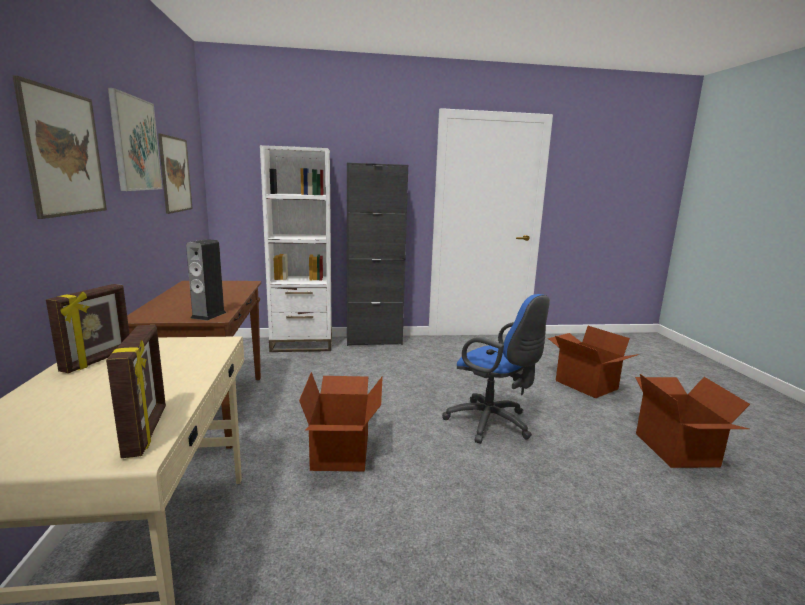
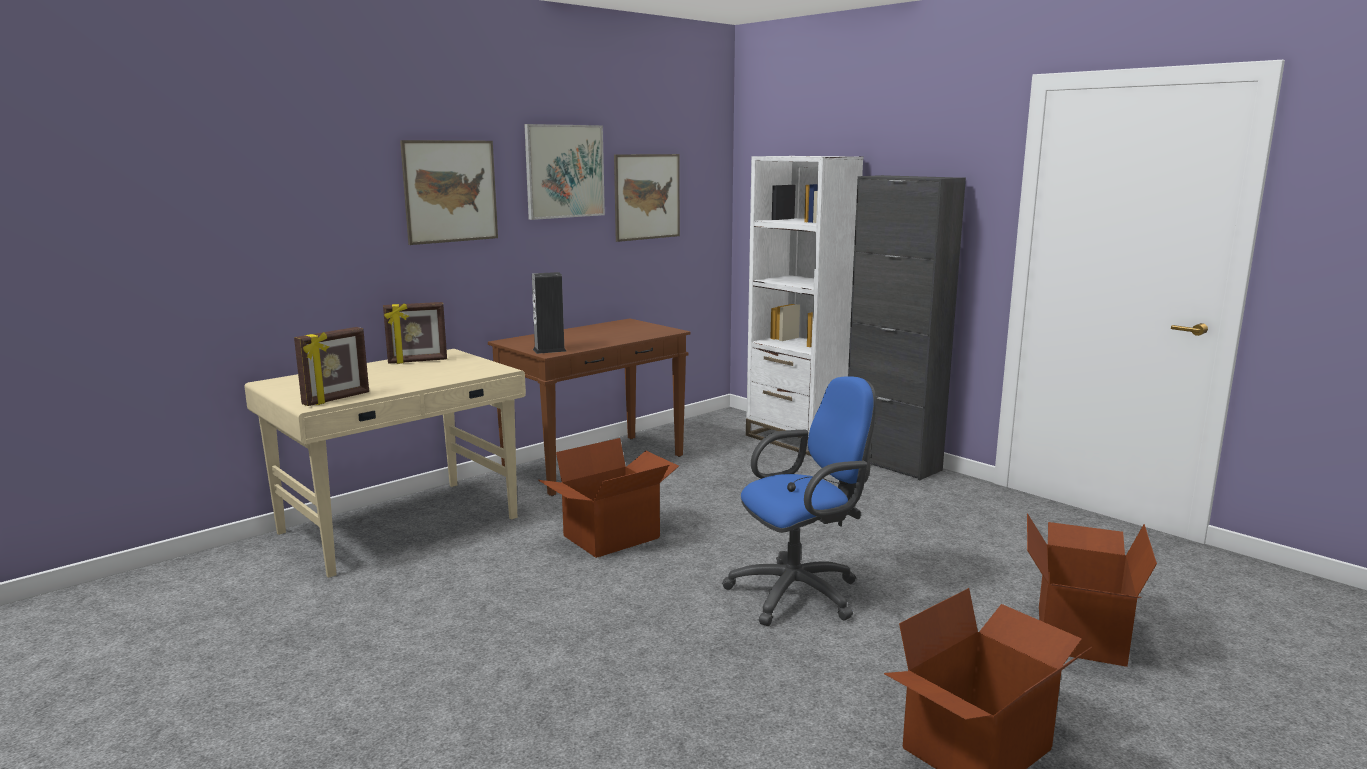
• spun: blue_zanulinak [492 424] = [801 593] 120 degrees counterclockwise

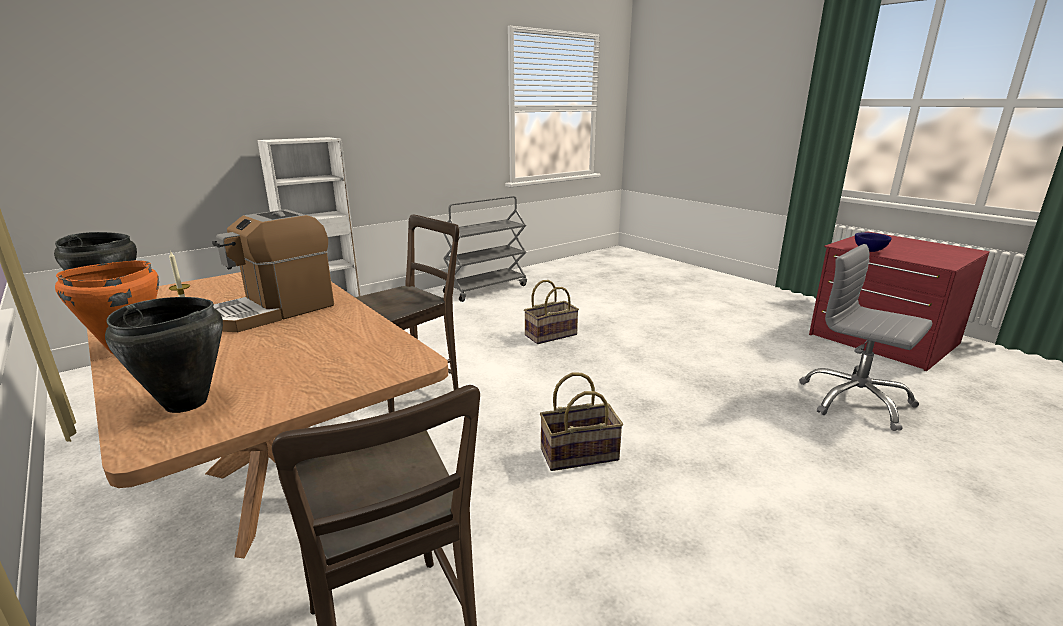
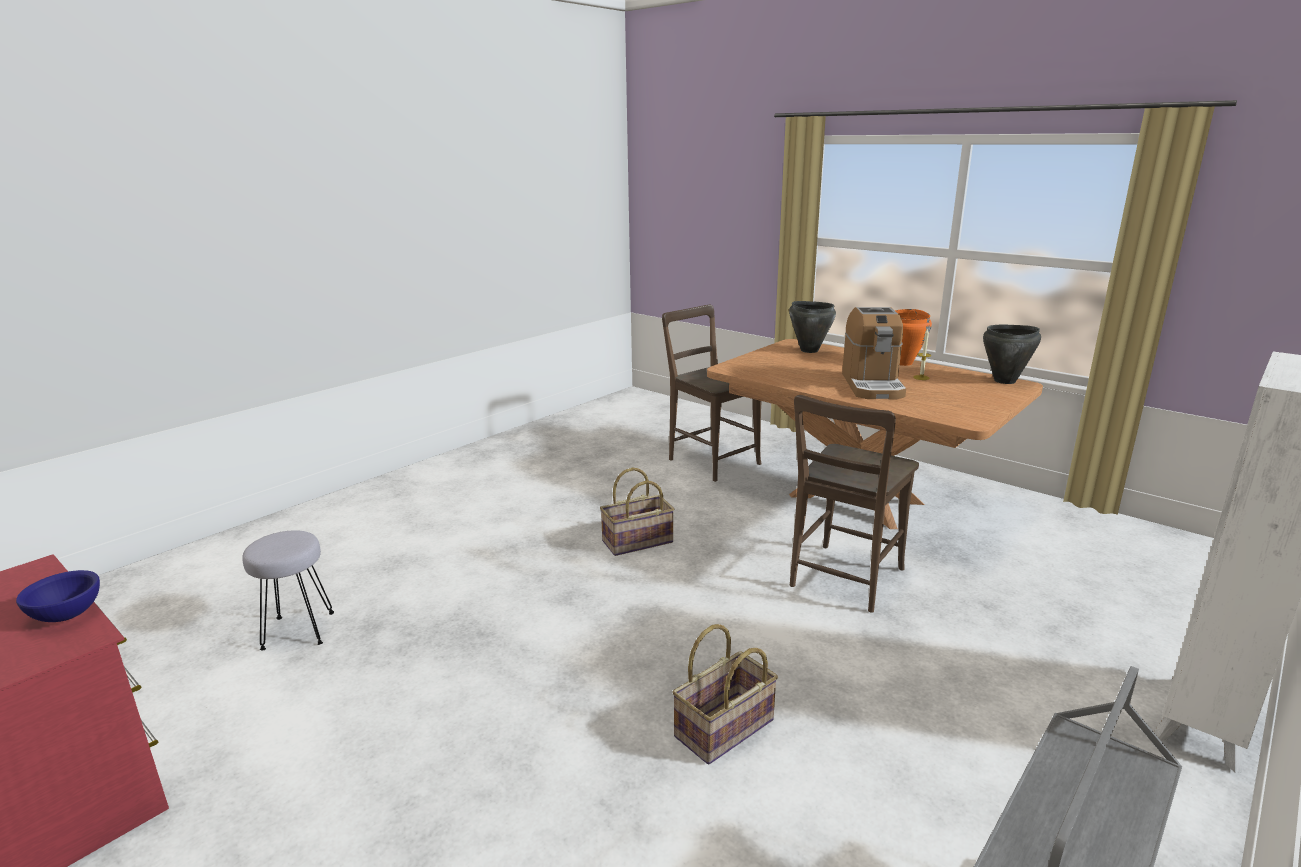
• exchanged: grey_zanulinak [855 401] to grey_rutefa [298 631]
• spun: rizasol [274 311] = [872 385] 150 degrees clockwise

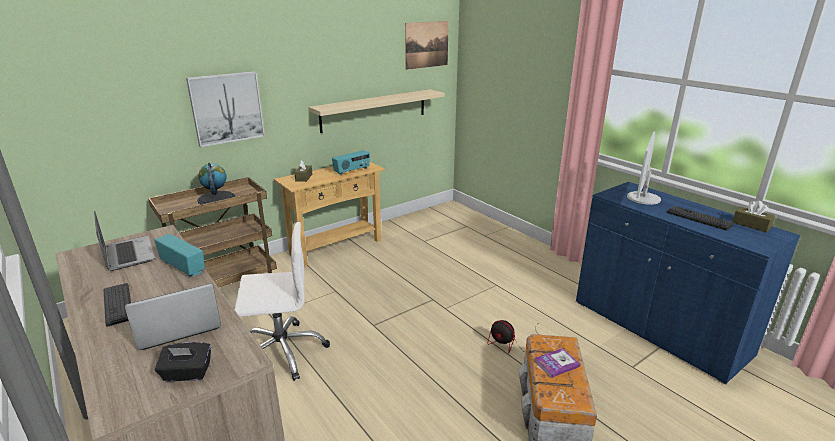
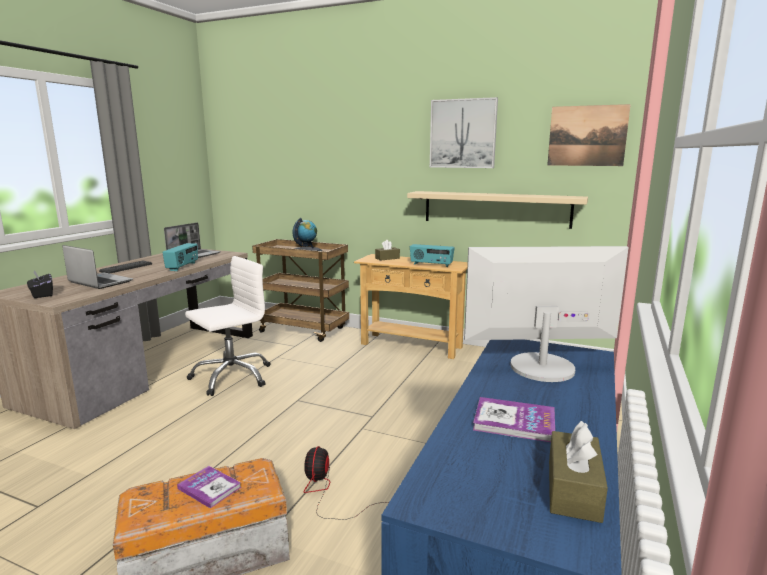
• relocated: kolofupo [227 108] to [463 133]
• exchanged: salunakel [699 218] to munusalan [514 421]
• spun: white_zanulinak [282 351] = [231 376] 90 degrees counterclockwise

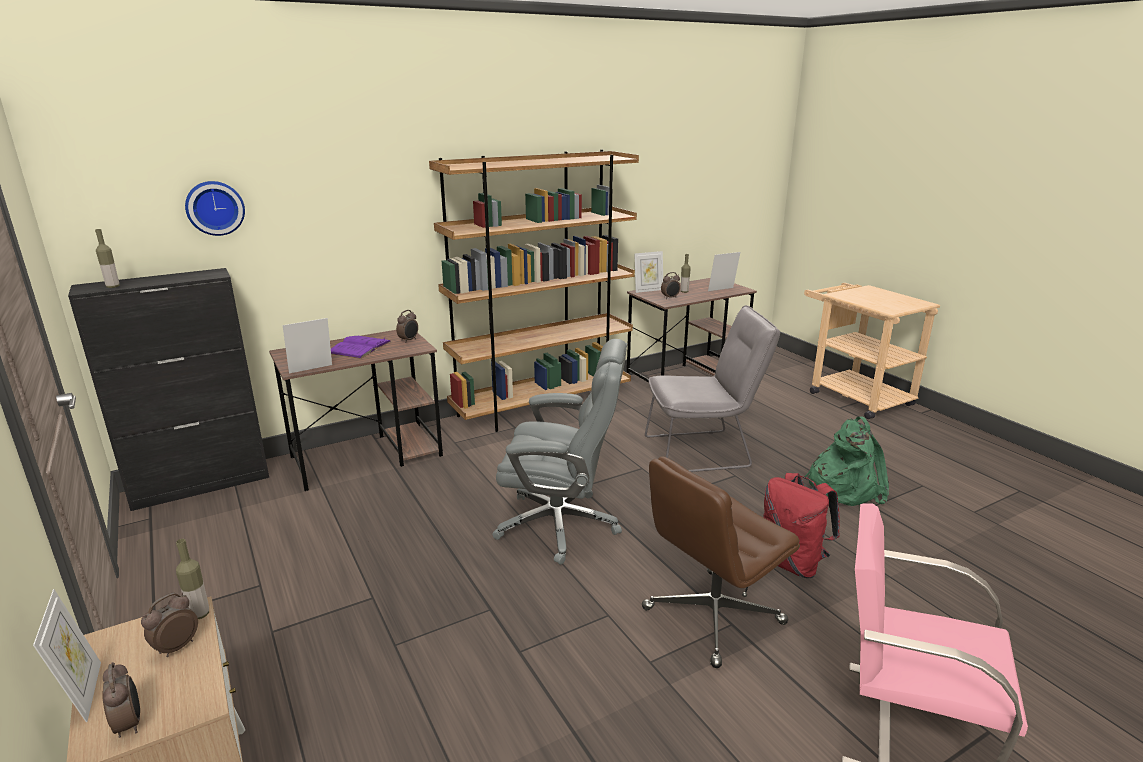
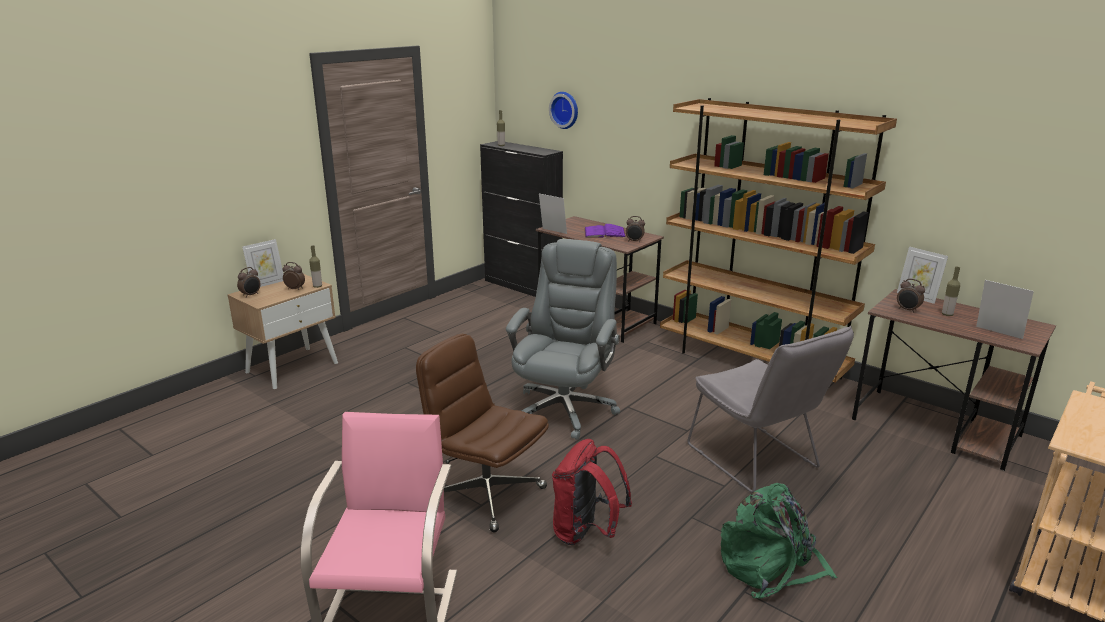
• spun: grey_zanulinak [561 525] = [565 409] 150 degrees counterclockwise

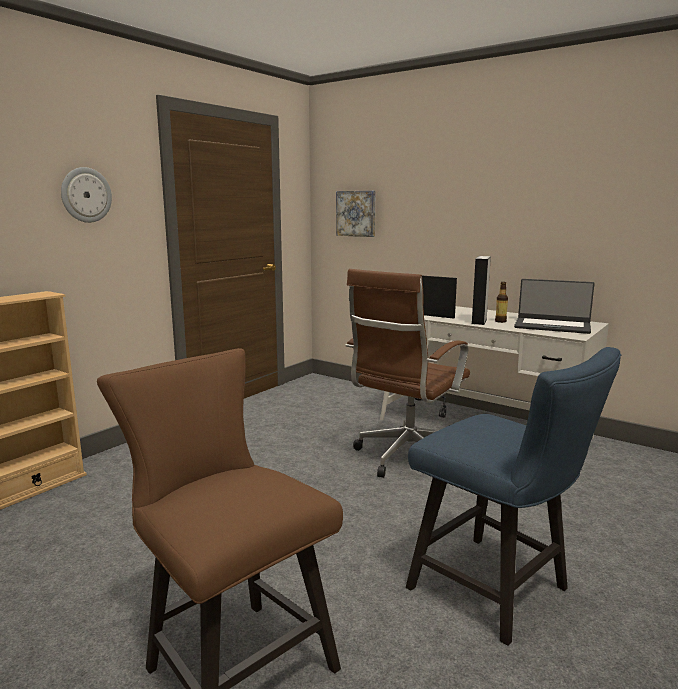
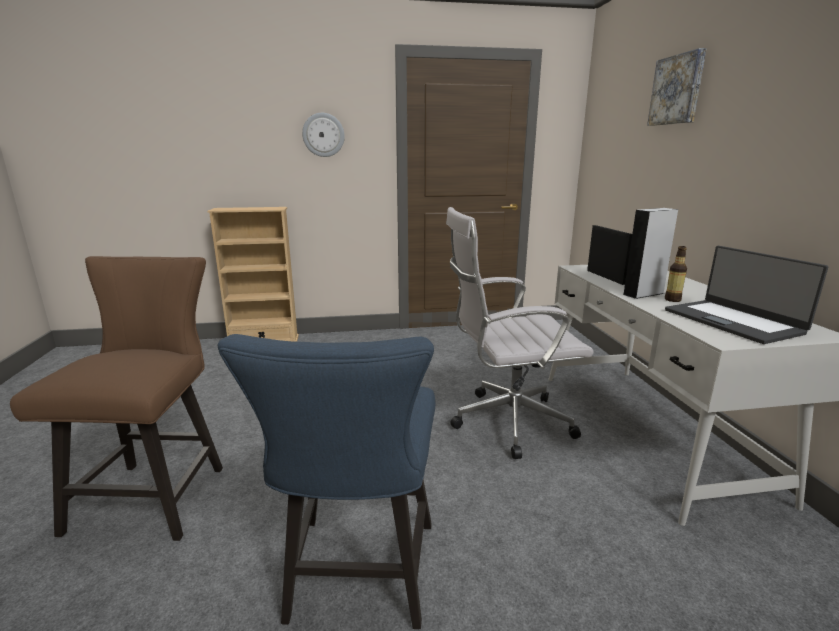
• relocated: kolofupo [356 213] to [677 90]
• colour: brown_zanulinak [405 458] to white_zanulinak [506 422]

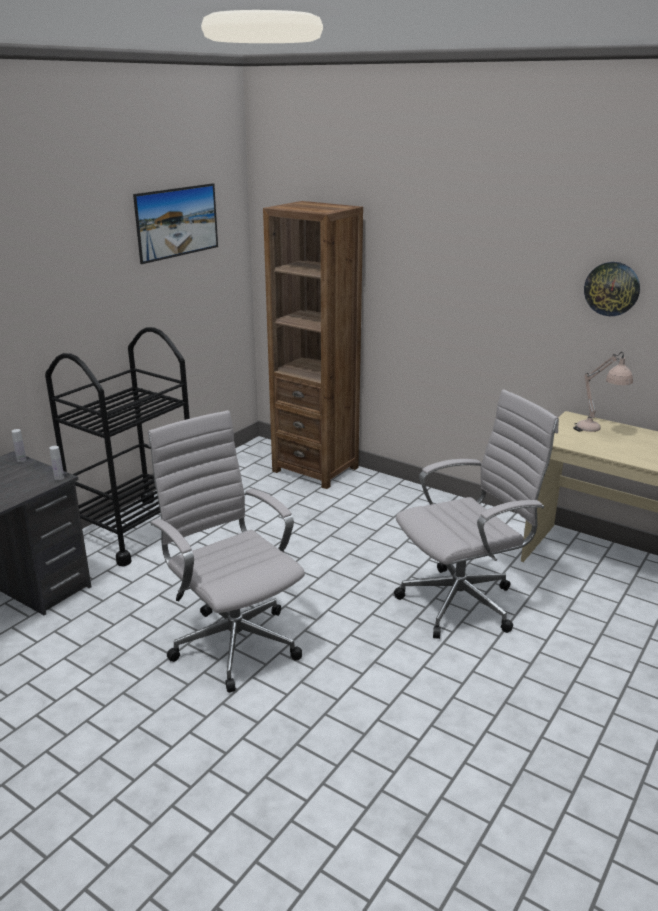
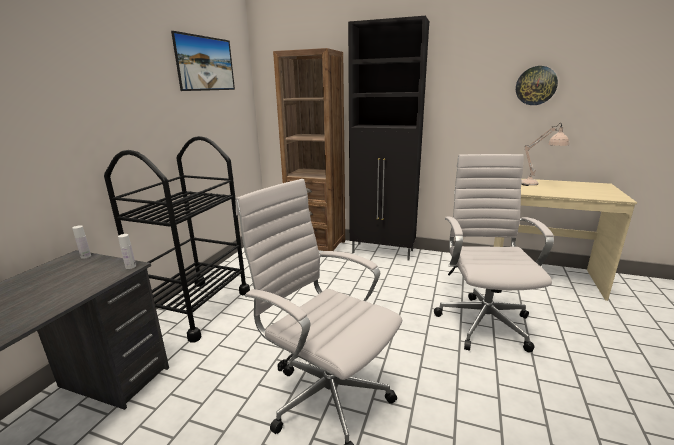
• appeared: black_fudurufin [383 252]
• spun: white_zanulinak [463 602] = [483 321] 45 degrees counterclockwise

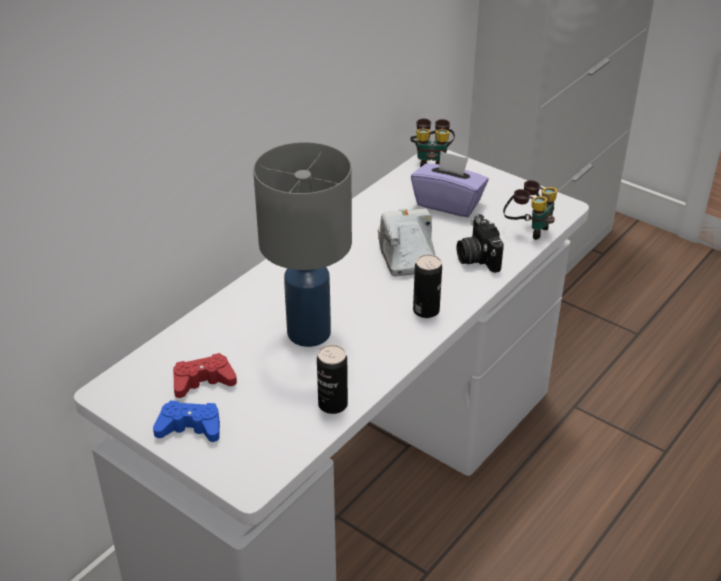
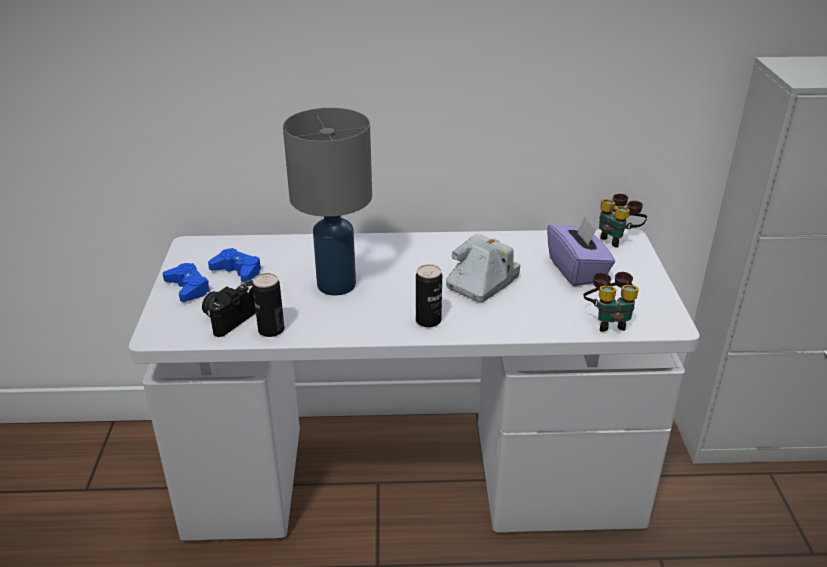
• relocated: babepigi [477 257] to [229 318]
• colour: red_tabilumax [203 381] to blue_tabilumax [237 271]

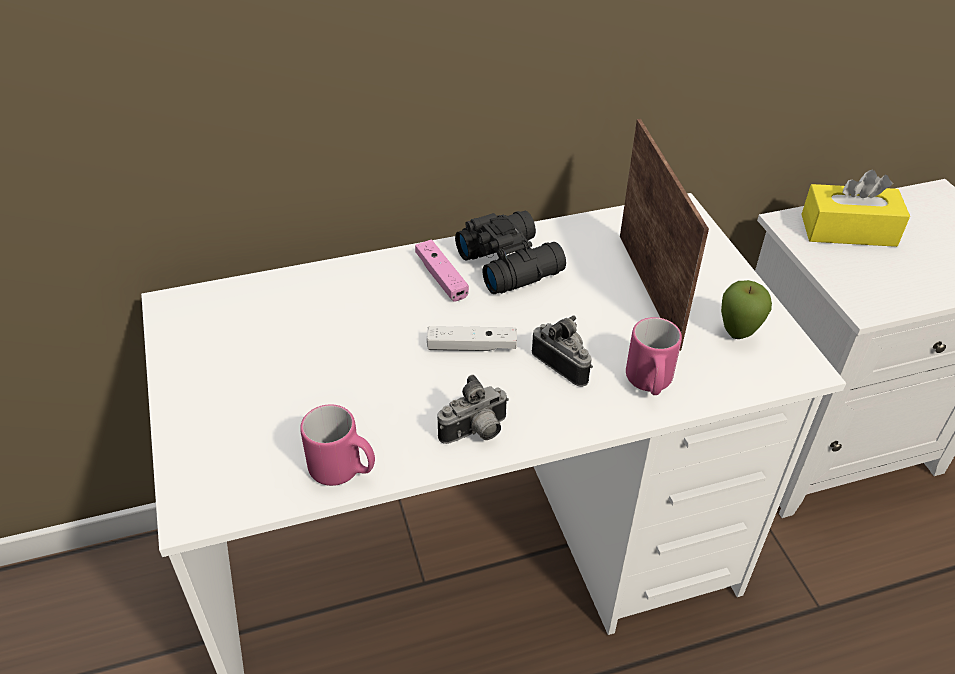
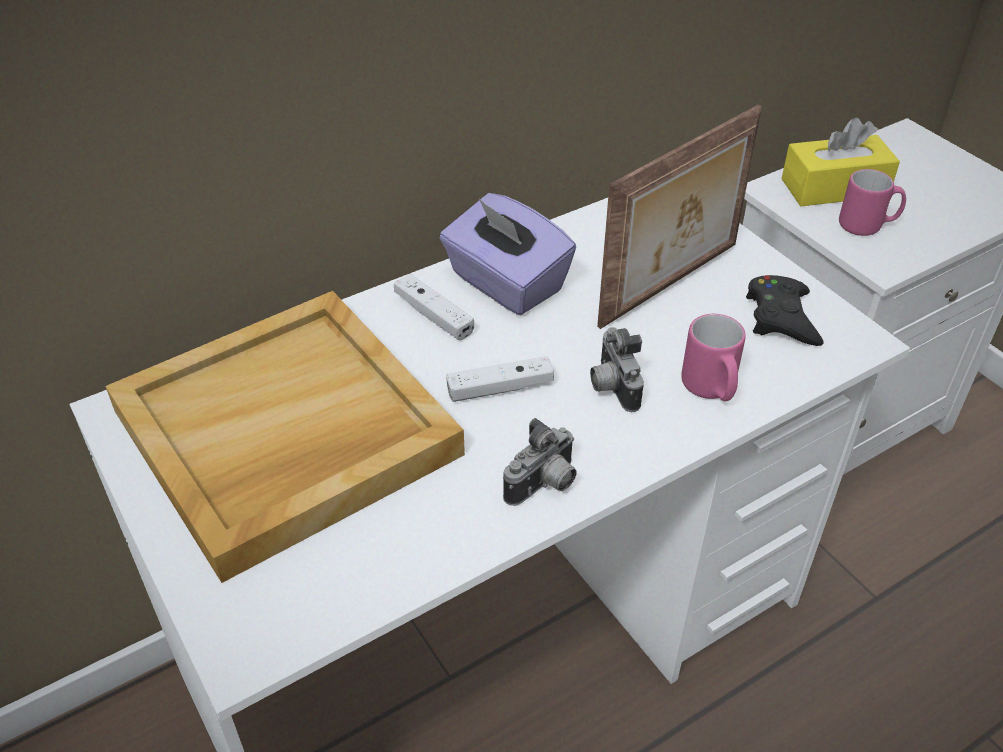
• appeared: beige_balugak [284 435]
• relocated: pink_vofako [343 470] to [867 226]
• exchanged: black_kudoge [510 262] to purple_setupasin [505 284]
• exchanged: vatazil [737 334] to black_tabilumax [781 317]
• colour: pink_tabilumax [441 277] to white_tabilumax [434 315]
• spun: babepigi [564 364] = [611 387] 135 degrees counterclockwise
• spun: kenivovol [651 289] = [672 285] 75 degrees clockwise

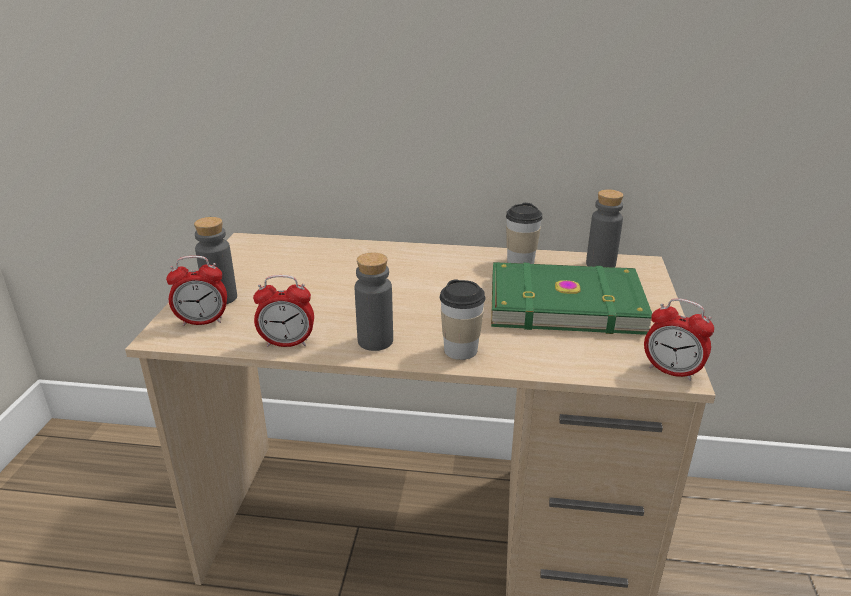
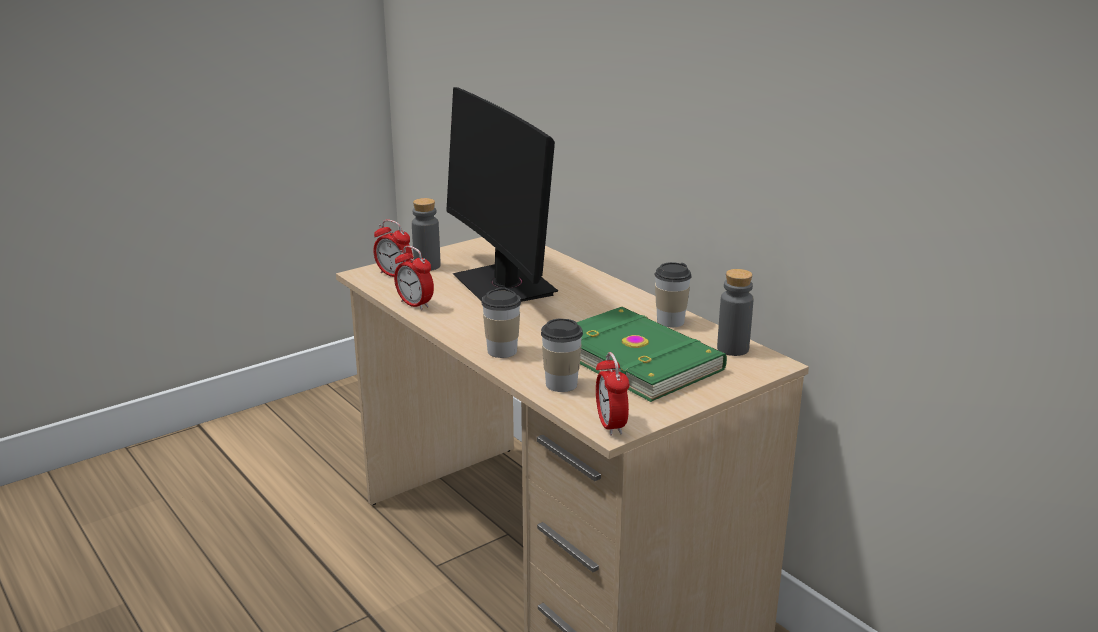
• missing: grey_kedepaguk [375 341]
• appeared: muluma [504 286]
• appeared: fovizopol [561 384]

